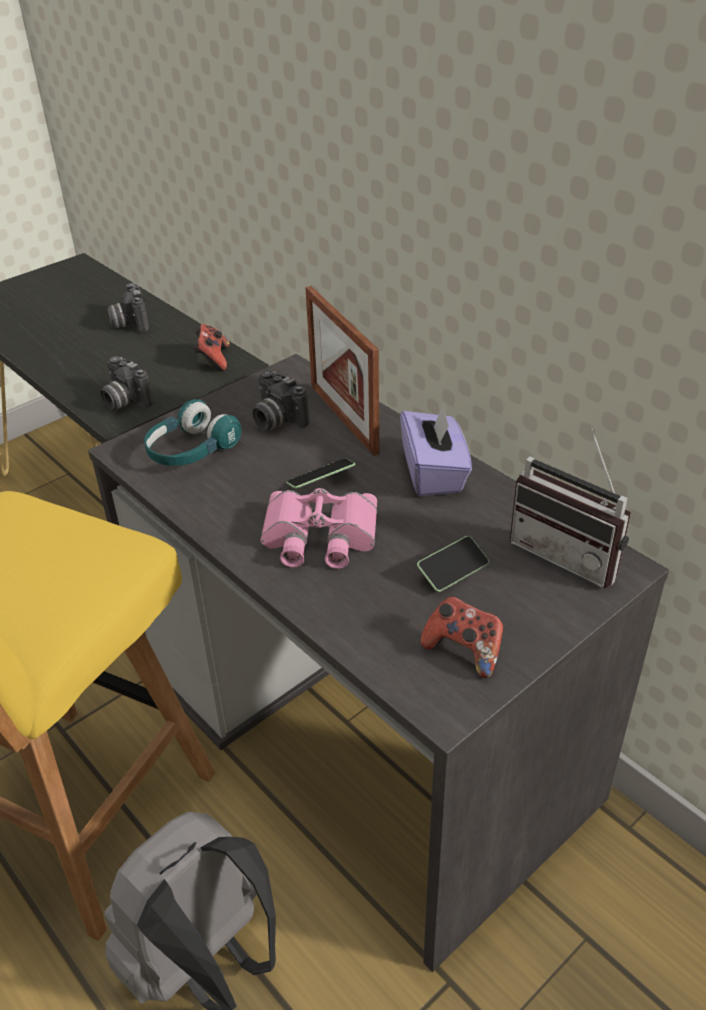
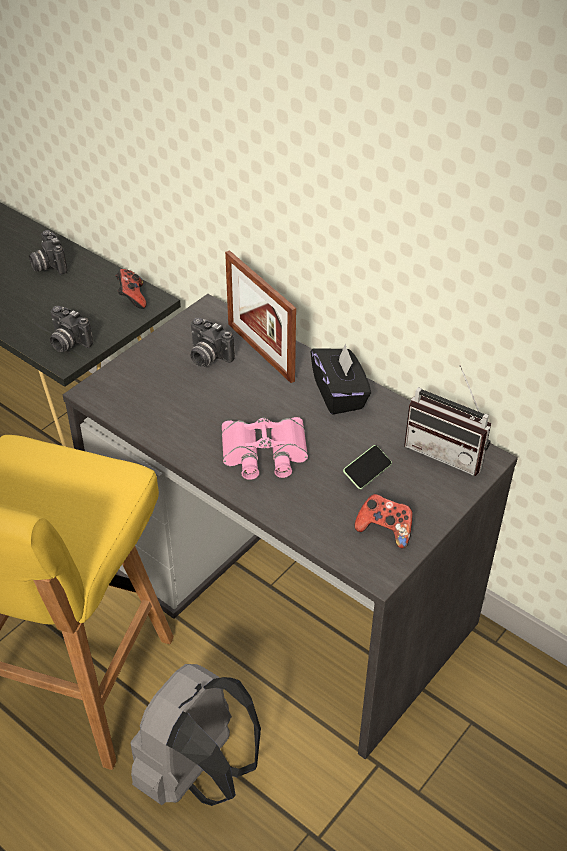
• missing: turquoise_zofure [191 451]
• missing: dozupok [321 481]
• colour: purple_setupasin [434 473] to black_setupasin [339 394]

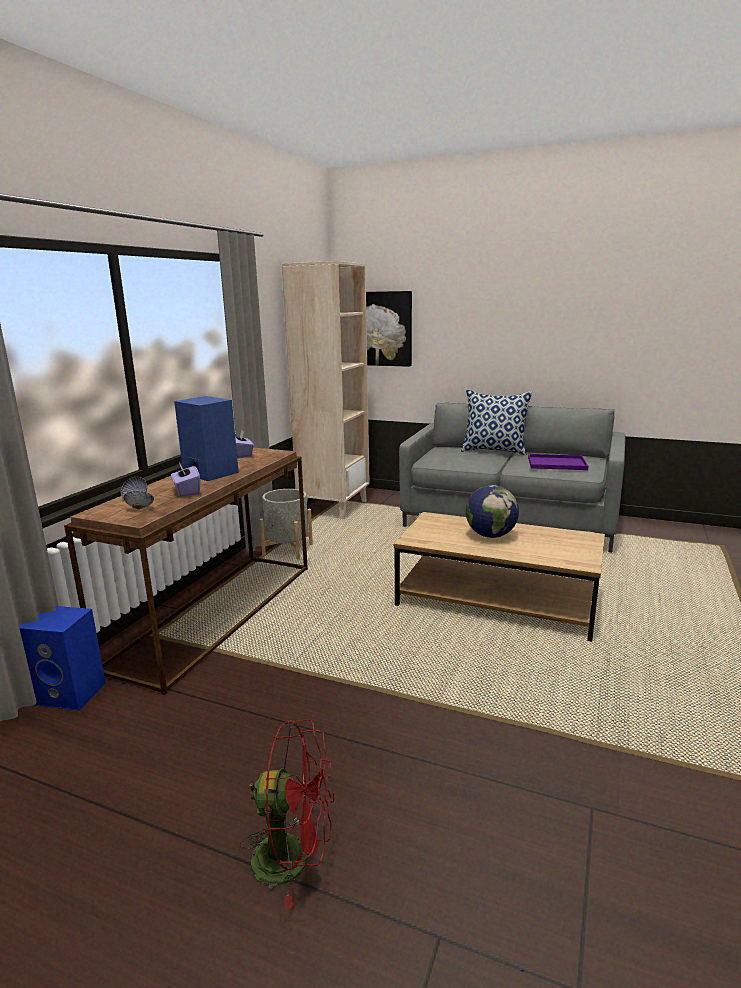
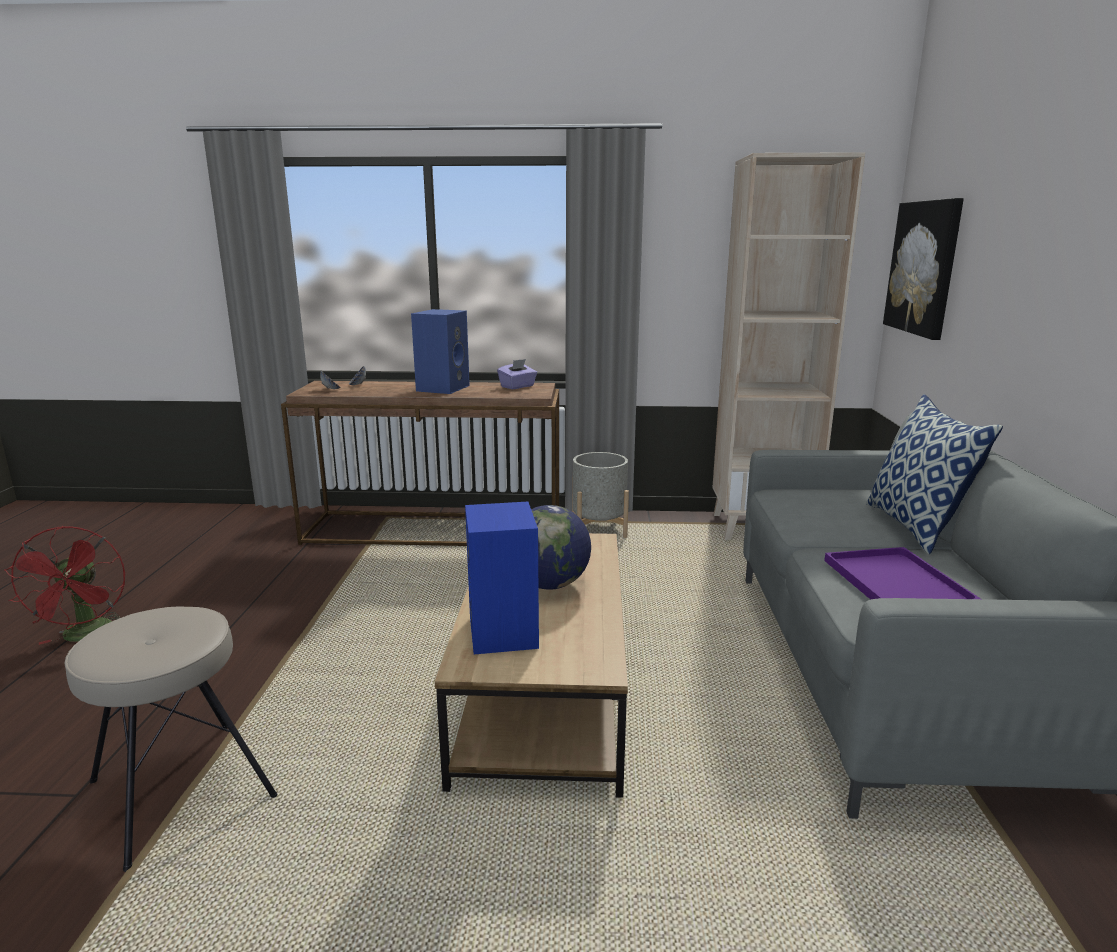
• missing: purple_setupasin [187 492]
• appeared: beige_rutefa [180 790]
• relocated: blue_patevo [73 693] to [505 633]

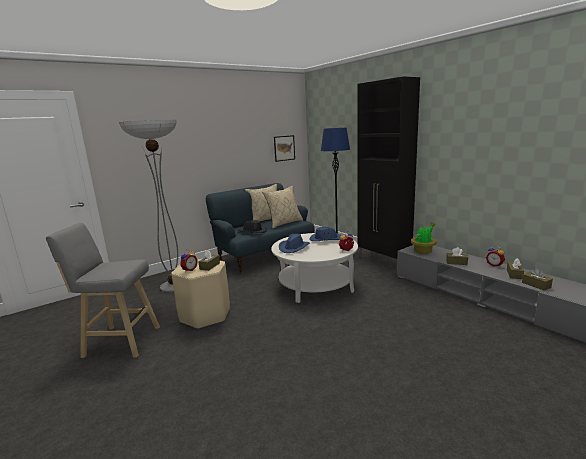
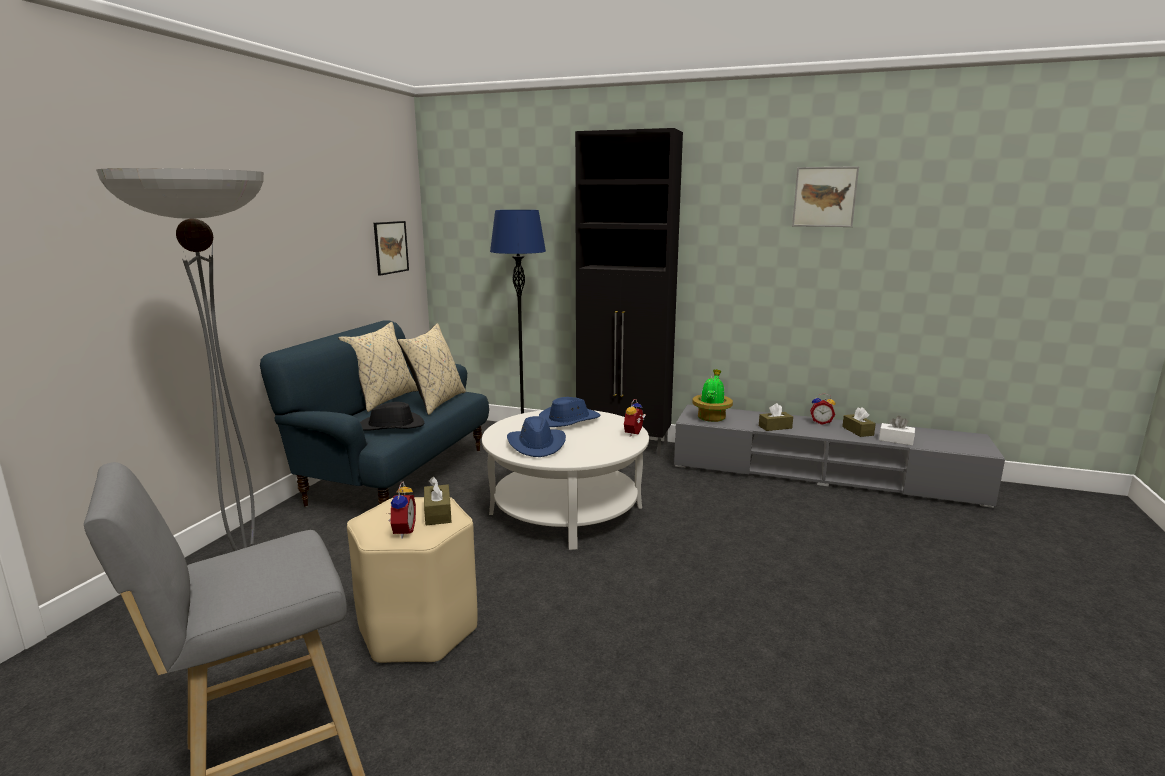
• appeared: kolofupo [824 197]
• colour: brown_setupasin [536 285] to white_setupasin [896 440]

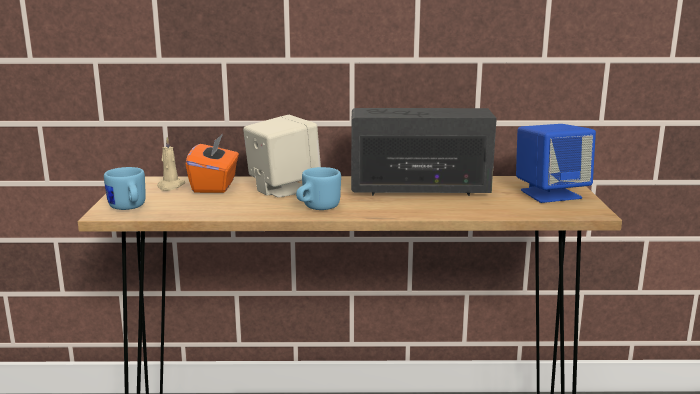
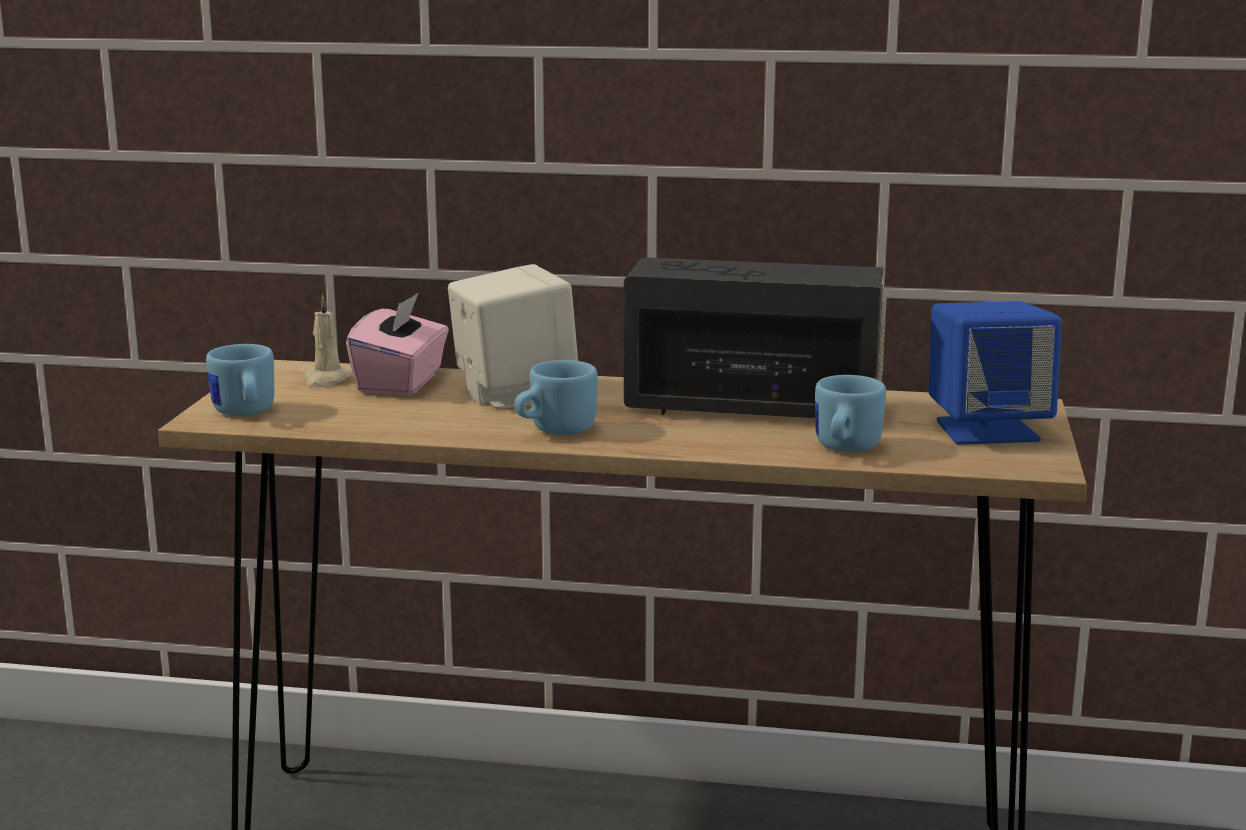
• appeared: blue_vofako [844 449]
• colour: orange_setupasin [215 185] to pink_setupasin [401 382]

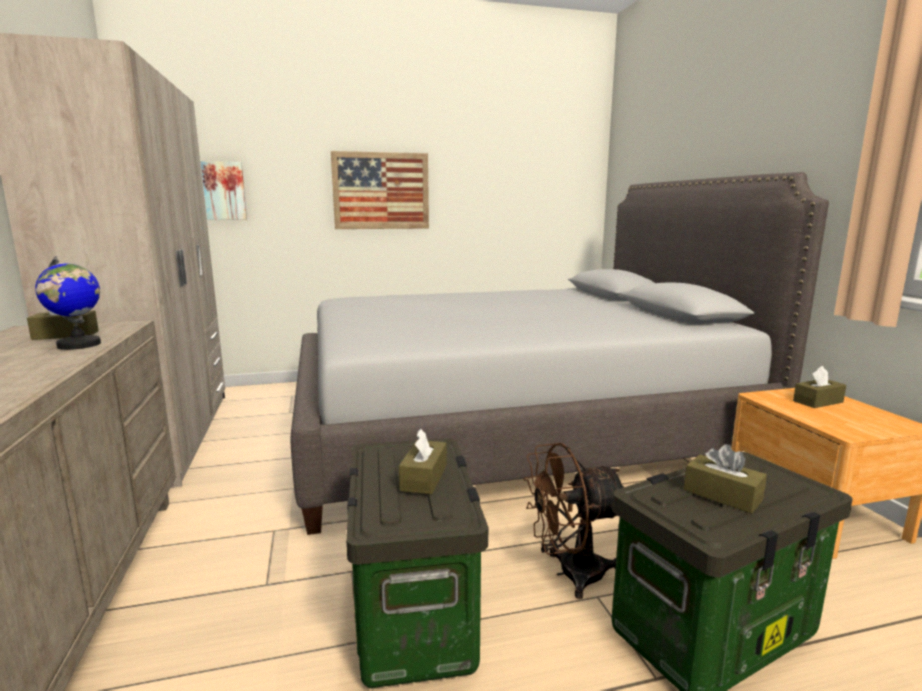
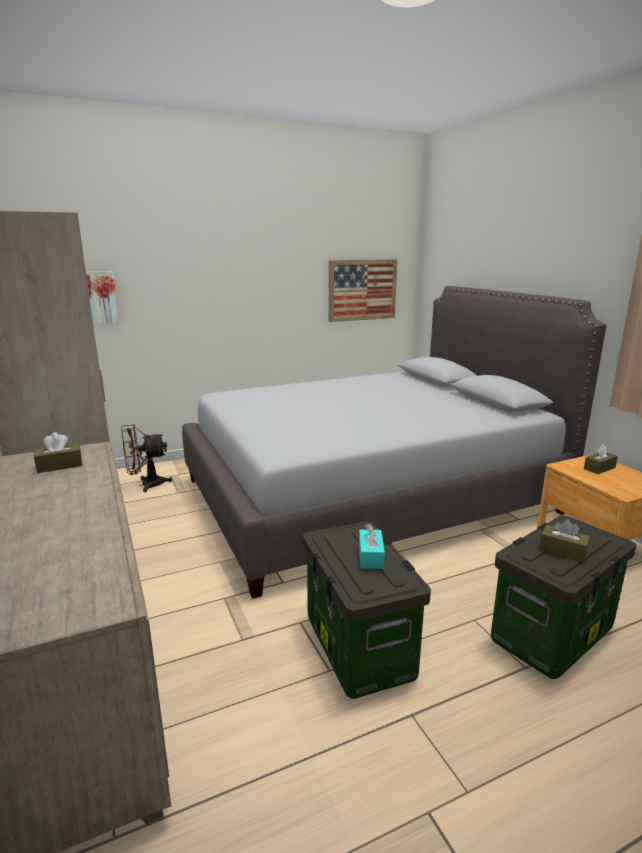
• missing: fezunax [79 345]
• relocated: kolofupo [381 191] to [362 290]
• relocated: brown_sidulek [569 573] to [146 485]
• colour: brown_setupasin [424 478] to turquoise_setupasin [371 556]

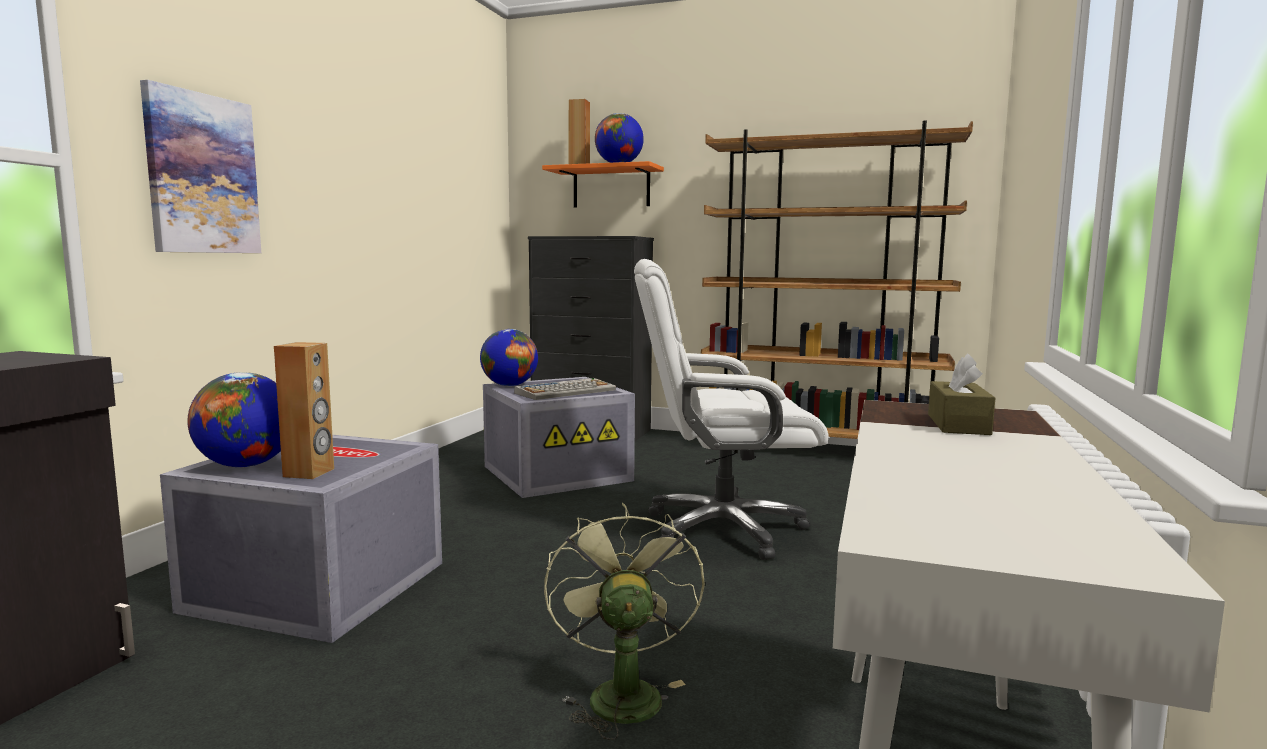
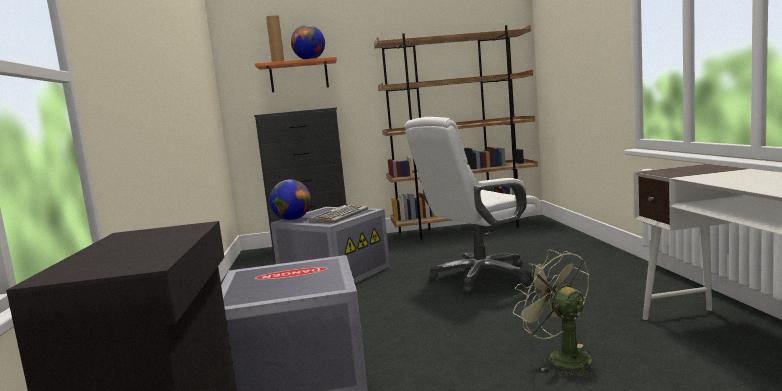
• missing: kolofupo [202 174]
• missing: fezunax [246 465]
• missing: brown_patevo [309 473]
• missing: brown_setupasin [958 424]

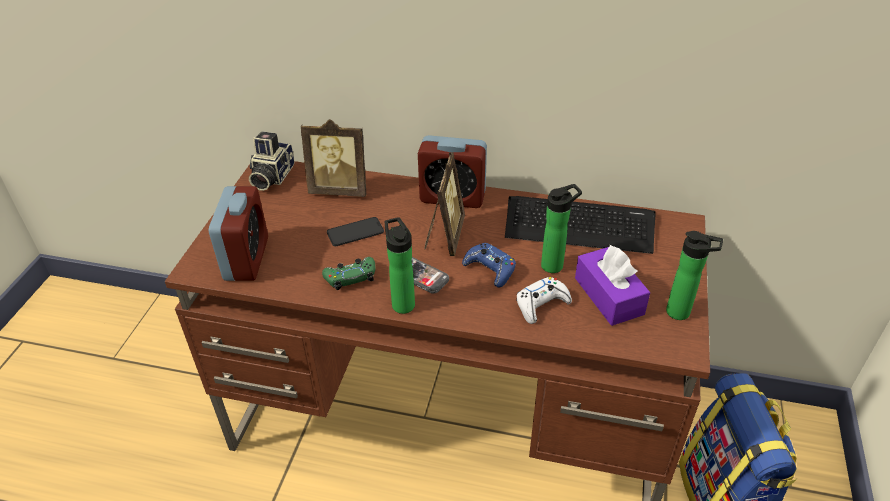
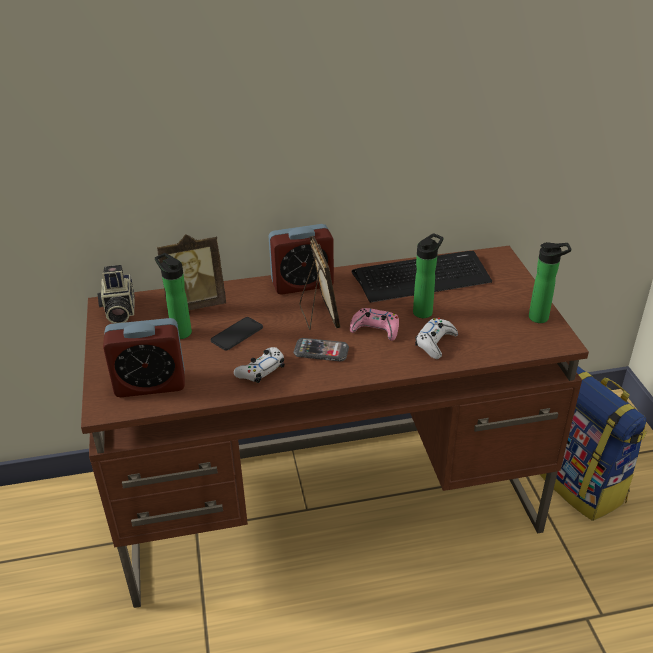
• missing: purple_setupasin [609 296]
• relocated: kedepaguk [402 303] to [179 331]
• colour: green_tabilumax [351 277] to white_tabilumax [261 370]
• colour: blue_tabilumax [490 269] to pink_tabilumax [375 329]
• spun: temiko [246 259] = [150 384] 105 degrees clockwise

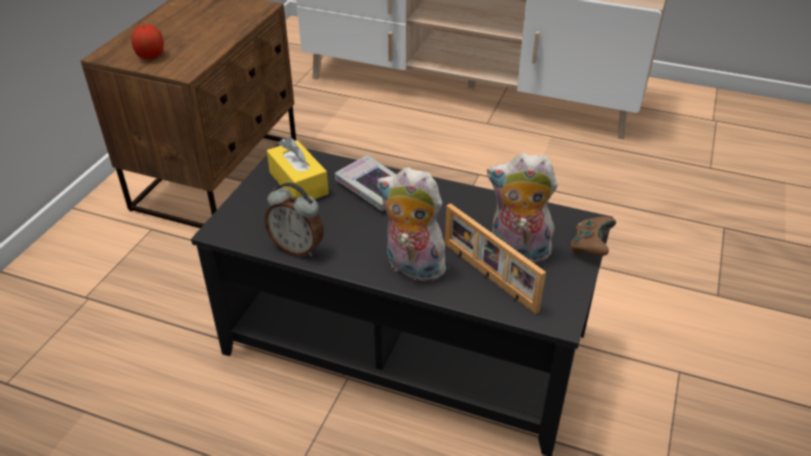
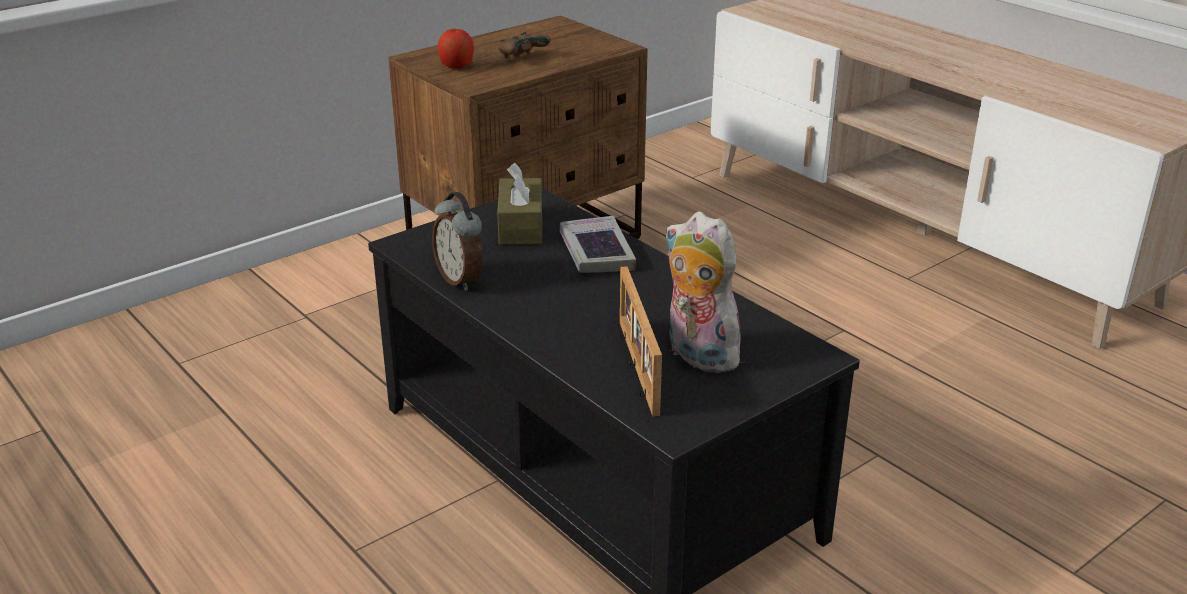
• missing: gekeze [411 267]
• relocated: brown_tabilumax [590 246] to [522 57]
• colour: yellow_setupasin [298 183] to brown_setupasin [521 226]

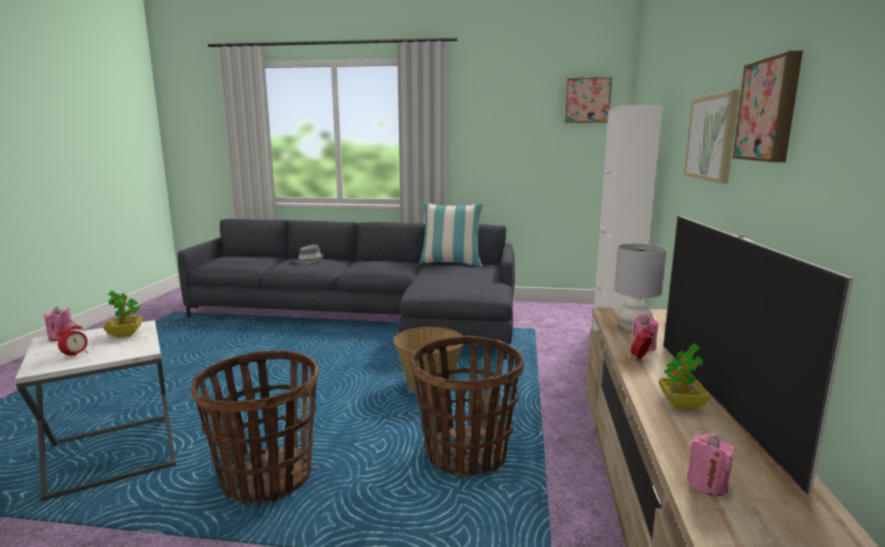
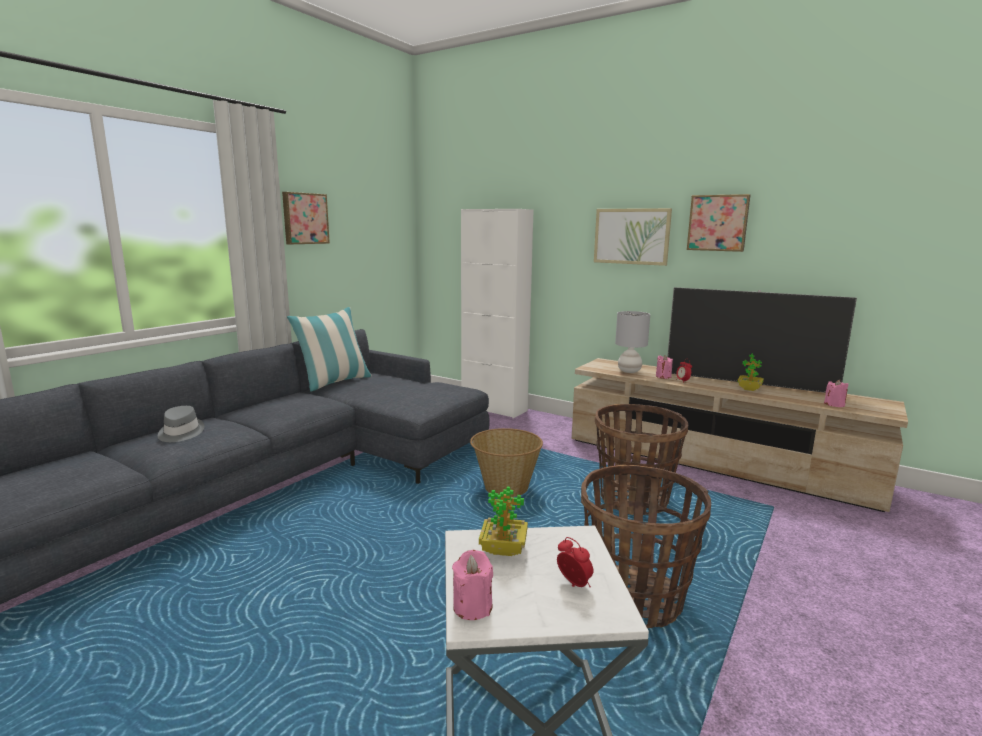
• relocated: kolofupo [587 100] to [304 218]

